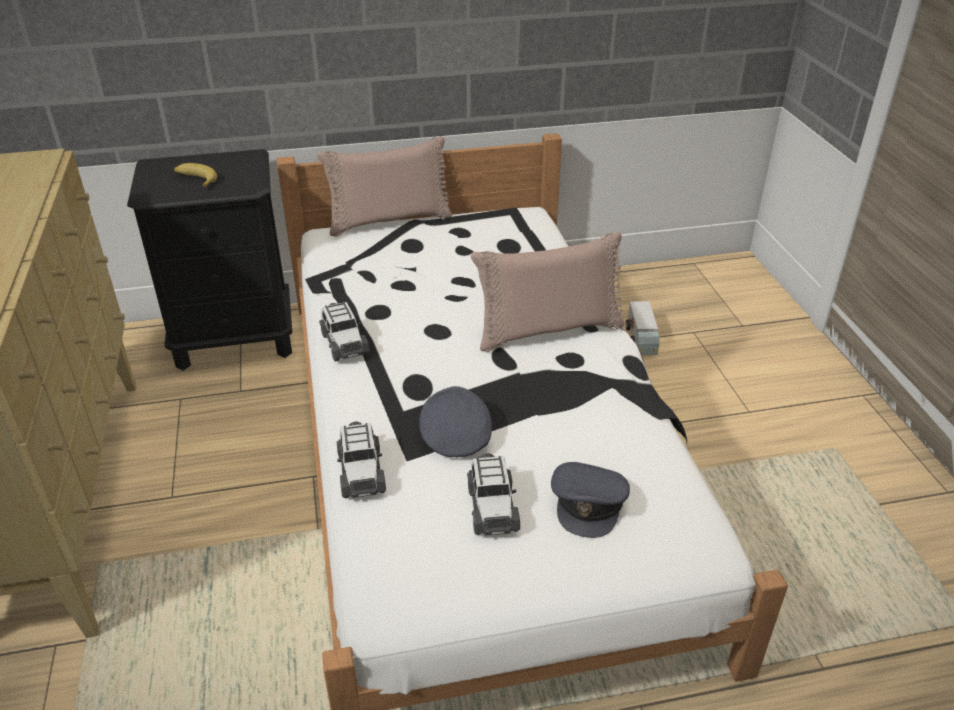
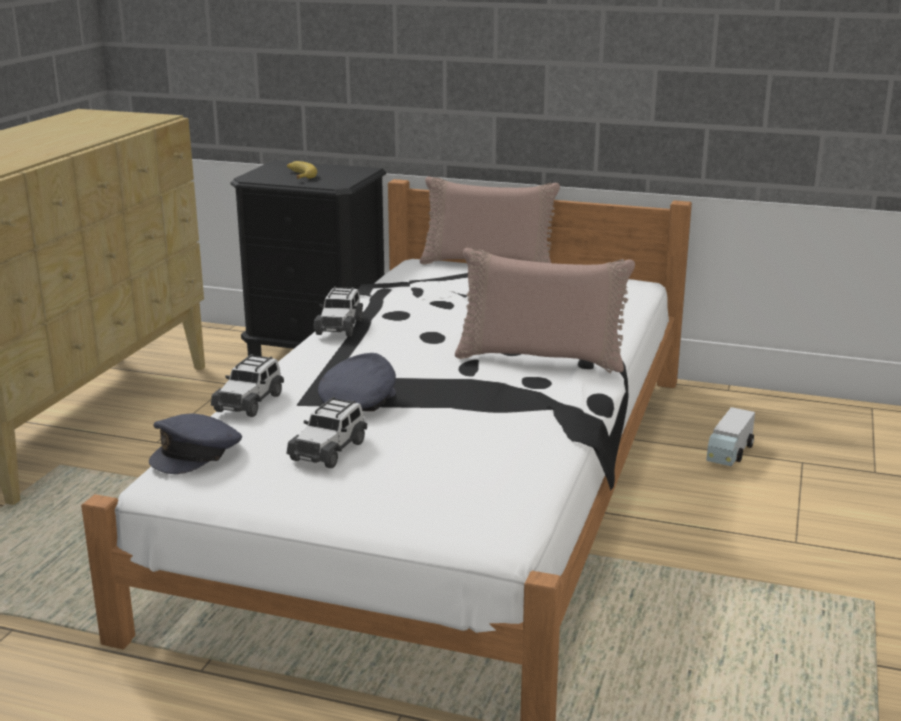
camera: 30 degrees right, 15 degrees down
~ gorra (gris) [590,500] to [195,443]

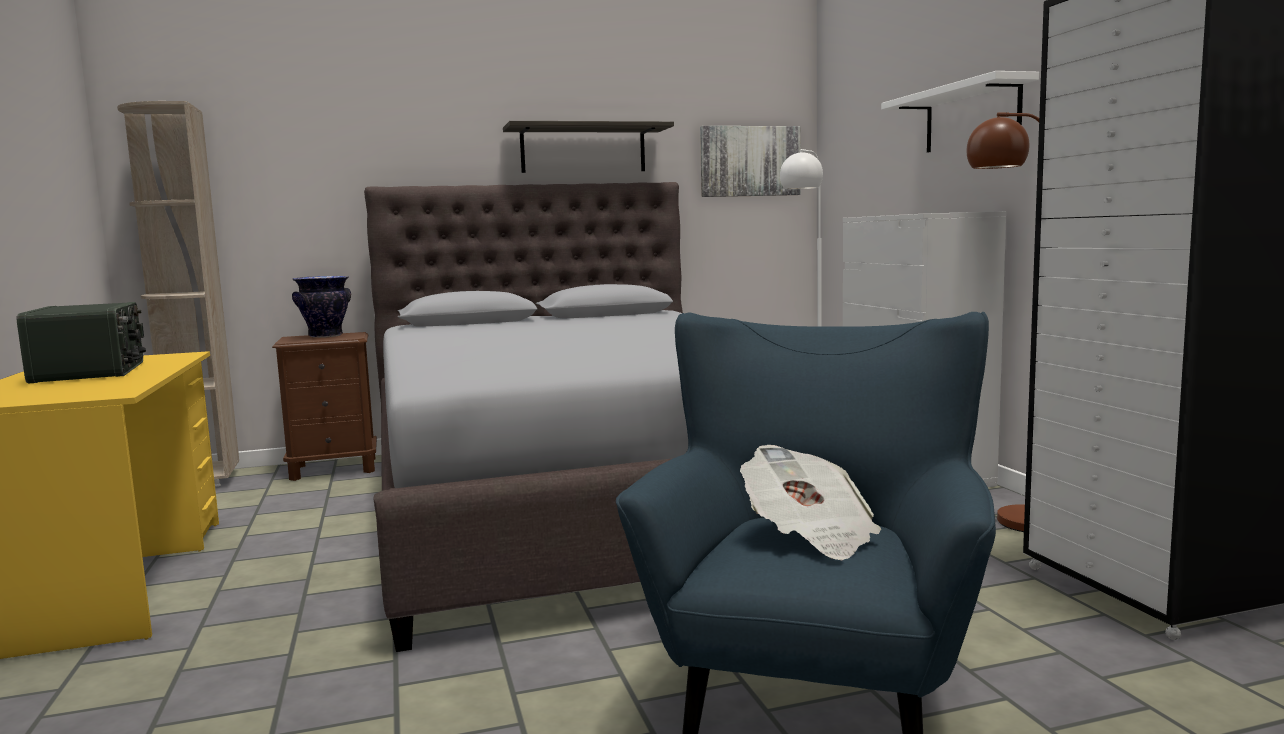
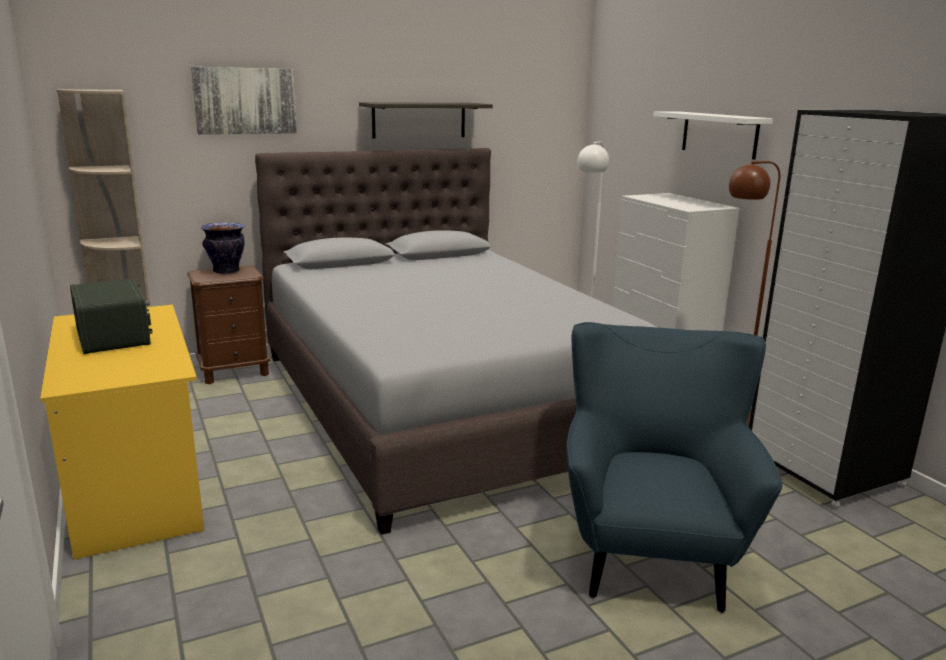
camera: 10 degrees left, 10 degrees up
~ cuadro [750,161] to [244,100]
- periódico [811,502]

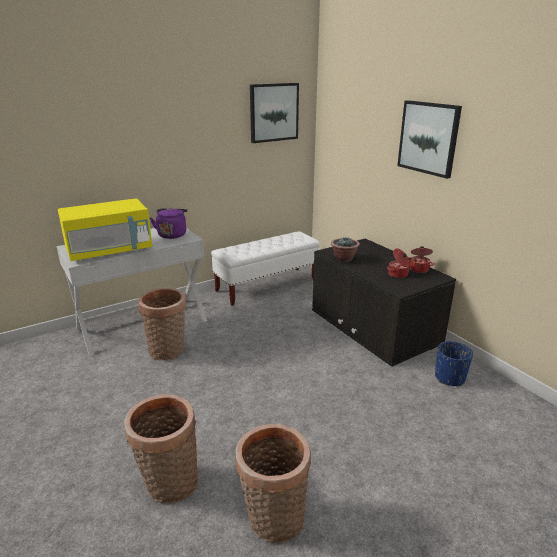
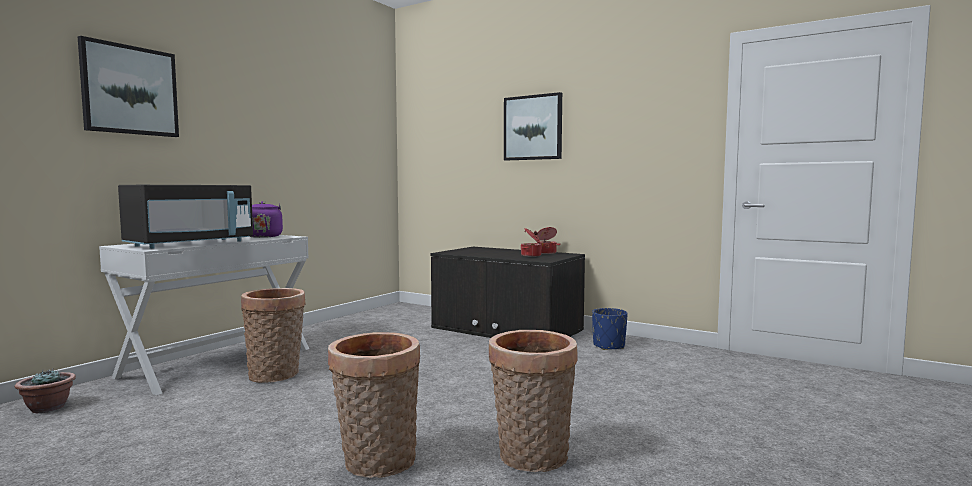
camera: 25 degrees left, 20 degrees down
~ cuadro [274,113] to [128,86]
~ microondas (amarillo) [105,229] to microondas (negro) [185,217]
- banco (blanco) [265,268]
~ planta en maceta [345,249] to [45,390]

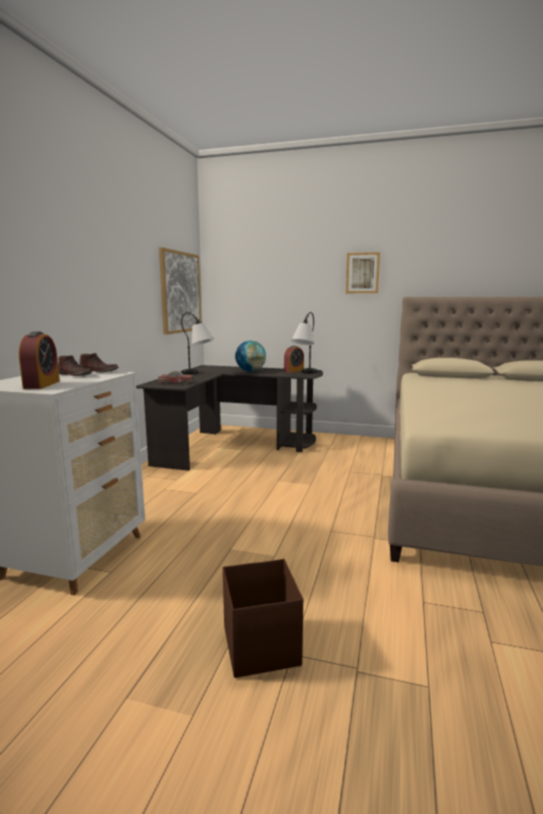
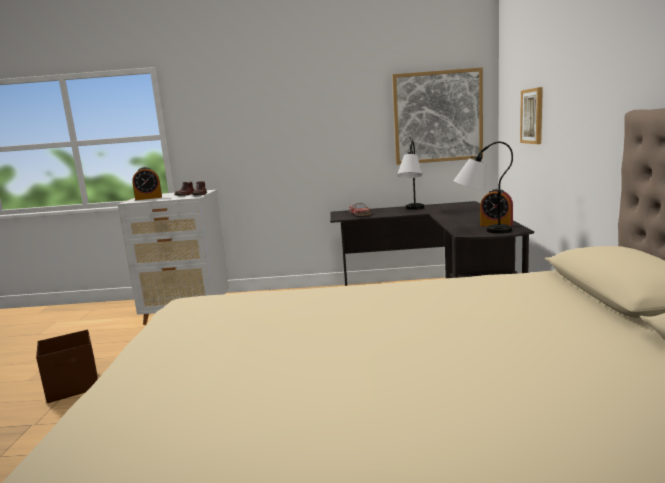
camera: 75 degrees right, 0 degrees up
~ cuadro [363,272] to [531,115]
- globo terráqueo [250,356]

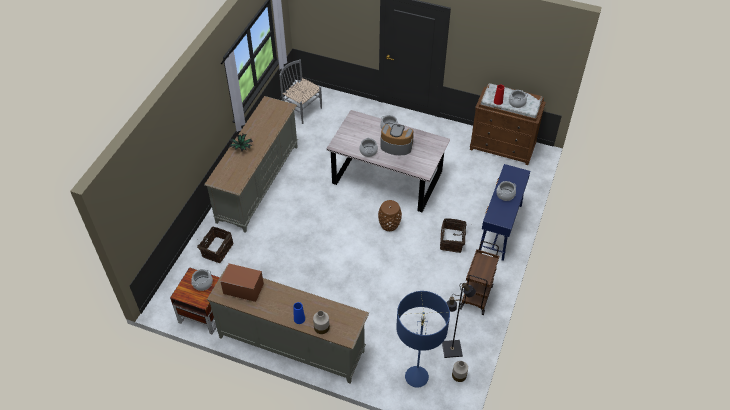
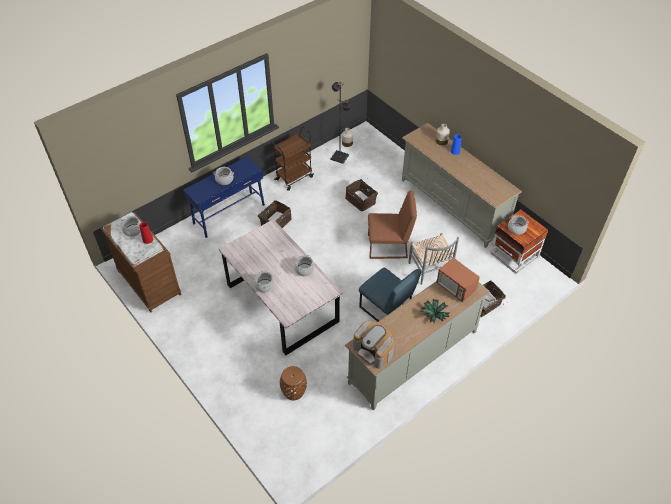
camera: 150 degrees left, 0 degrees up
~ silla (gris) [300,91] to [434,259]
~ cafetera [397,139] to [373,345]
~ taburete (marrón) [390,215] to [293,383]
~ microondas [242,282] to [458,280]
- lámpara de pie (azul) [423,339]
+ cesta [361,195]
+ silla (marrón) [392,224]
+ silla (azul) [390,295]

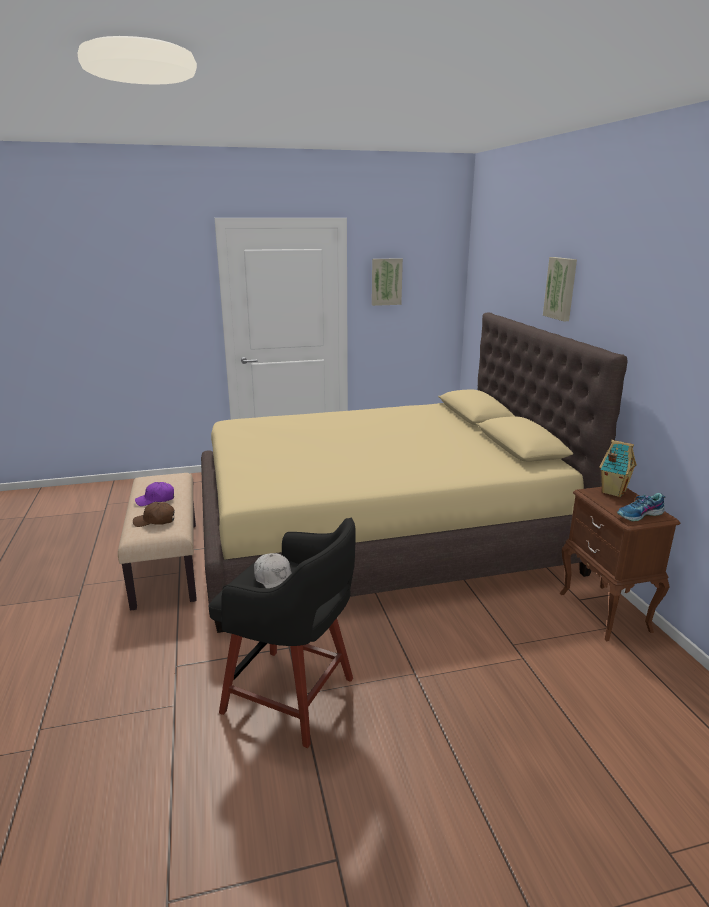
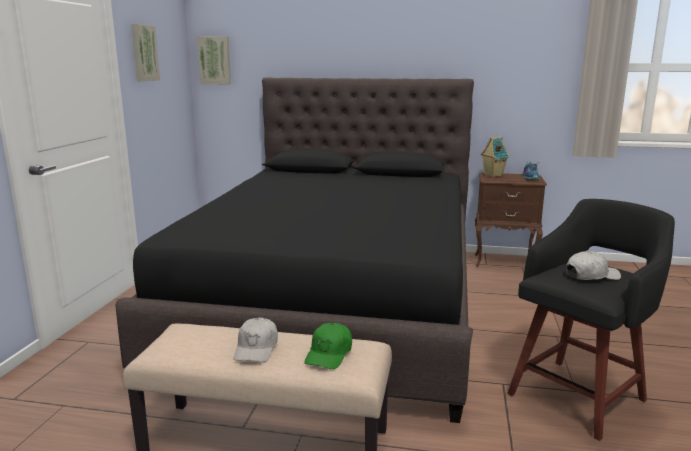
camera: 65 degrees left, 5 degrees down
~ cuadro [560,289] to [214,60]
~ cama (beis) [414,472] to cama (negro) [294,250]
~ gorra (morado) [154,494] to gorra (blanco) [256,340]
~ gorra (marrón) [154,514] to gorra (verde) [328,346]

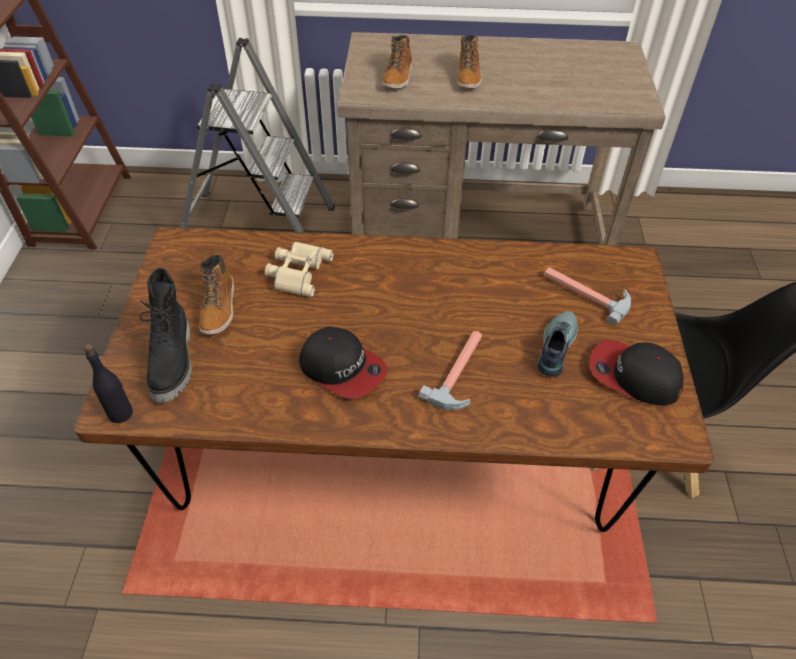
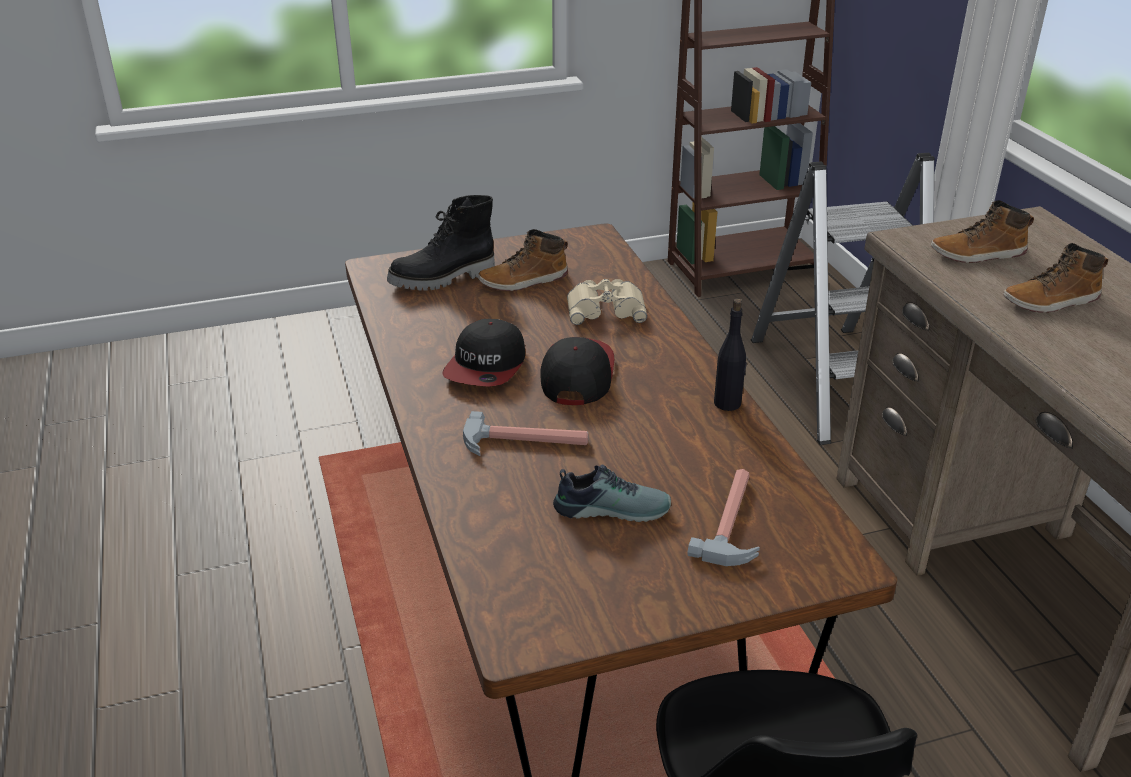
camera: 70 degrees right, 15 degrees down
~ gorra [636,373] to [577,371]
~ botella (negro) [108,383] to [730,355]

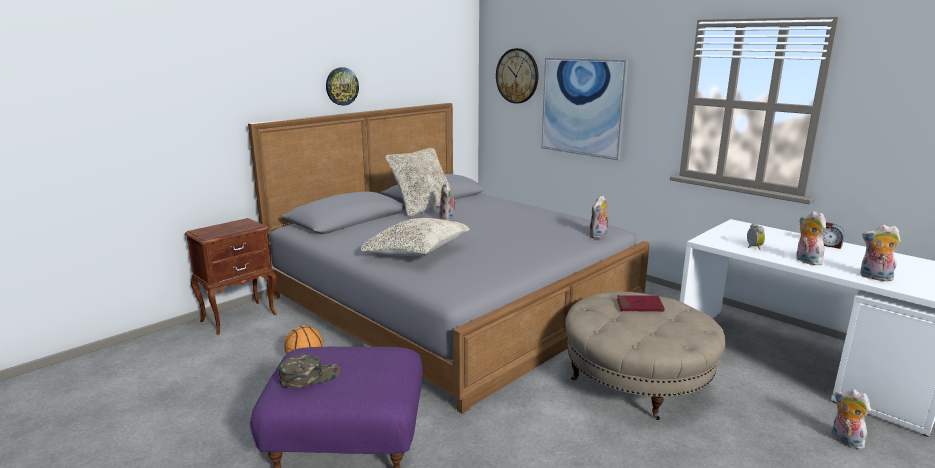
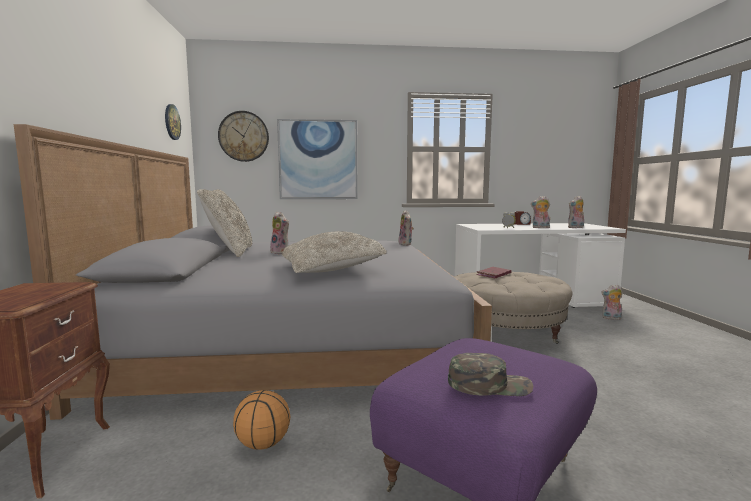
camera: 50 degrees left, 10 degrees down
~ reloj de pared [342,86] to [173,122]
~ gorra (verde) [309,371] = [490,374] 75 degrees clockwise

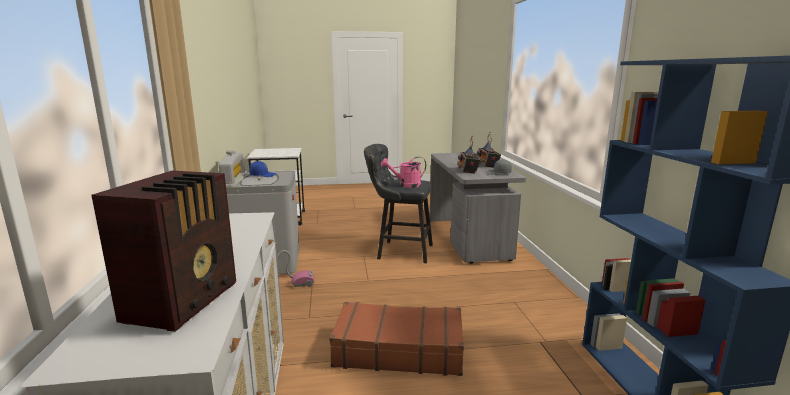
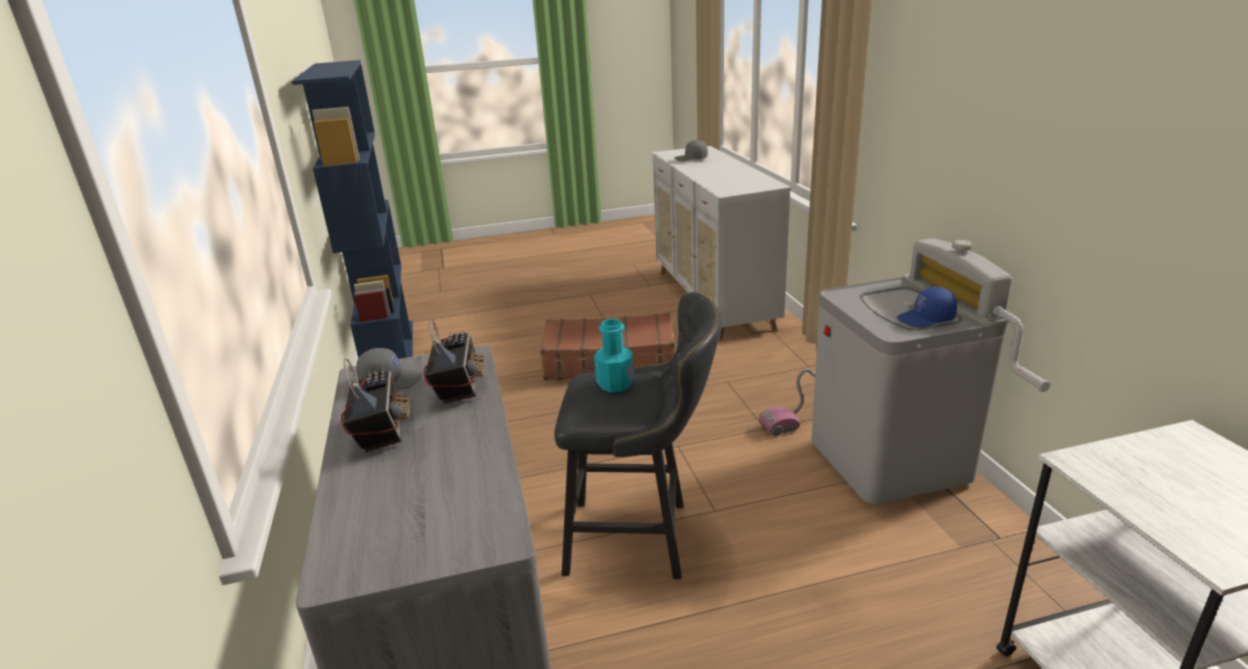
camera: 175 degrees right, 10 degrees up
~ regadera (rosa) [403,172] to botella (turquesa) [614,356]
~ radio [163,251] to gorra (gris) [691,151]

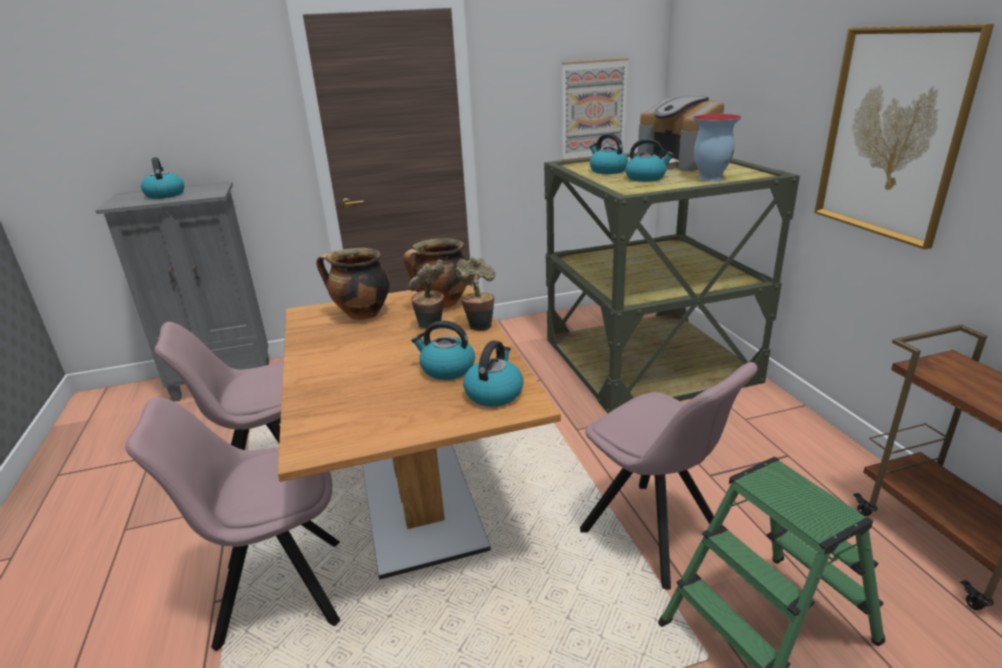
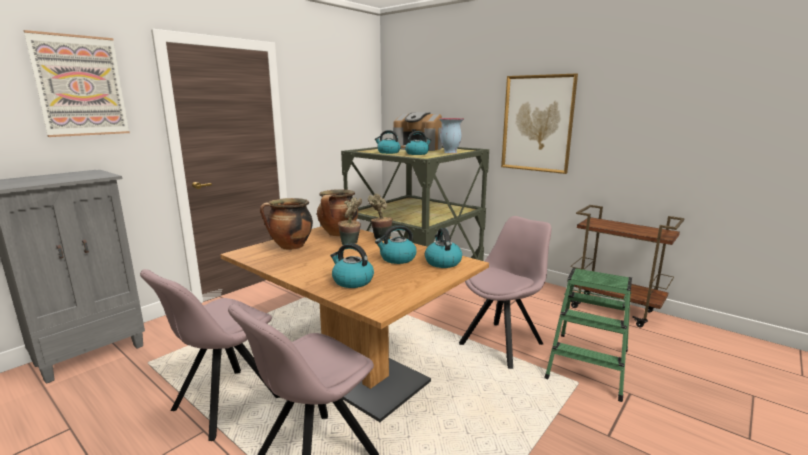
camera: 35 degrees left, 10 degrees down
~ cuadro [595,109] to [77,83]
~ hervidor [162,178] to [352,265]
~ silla (rosa) [669,476] = [505,292] 60 degrees counterclockwise

